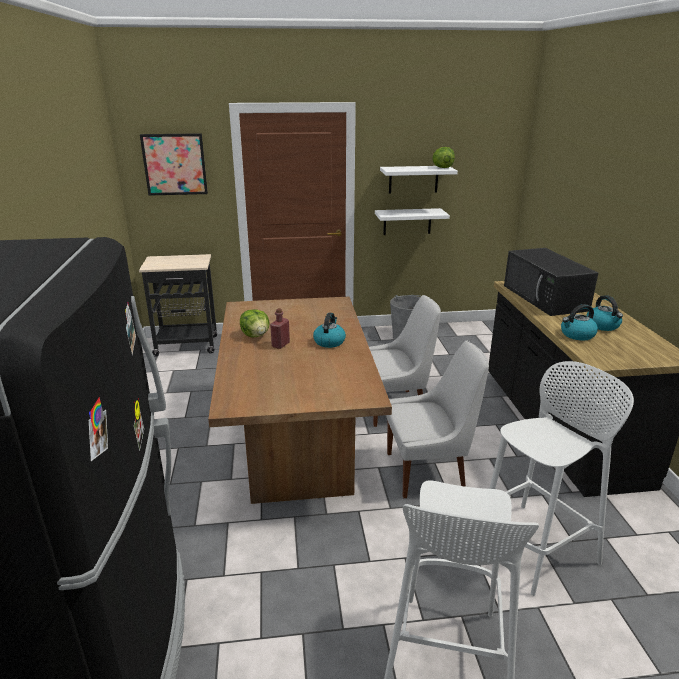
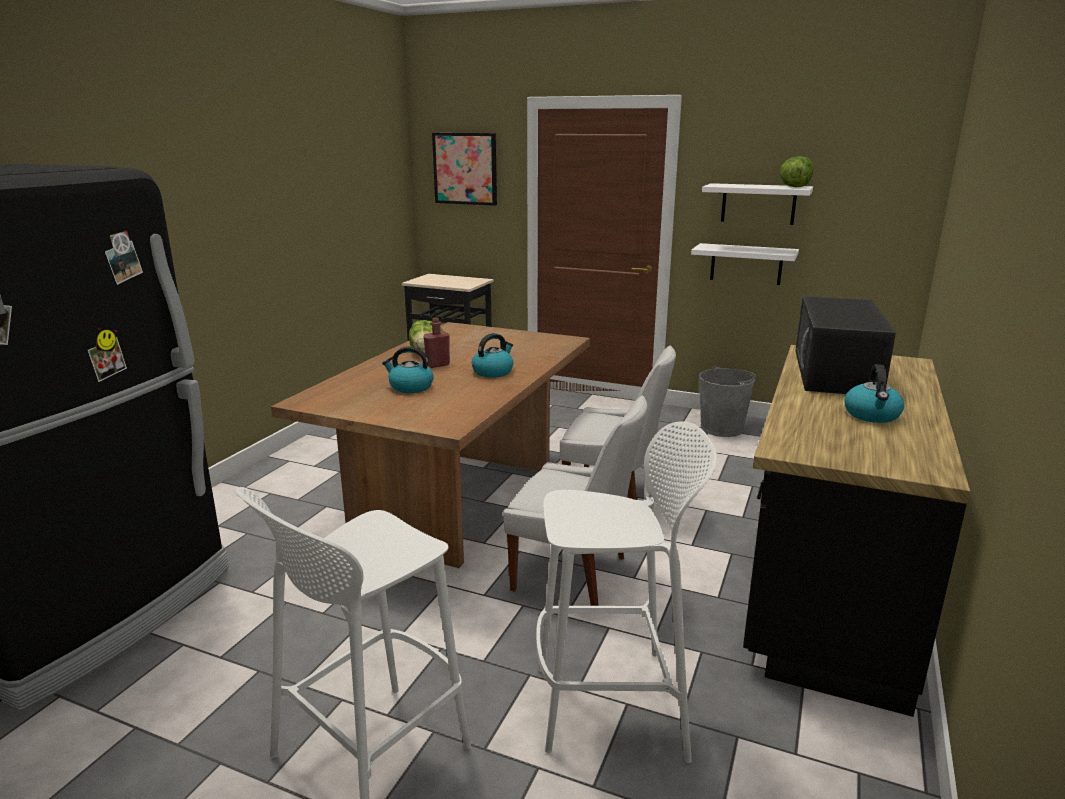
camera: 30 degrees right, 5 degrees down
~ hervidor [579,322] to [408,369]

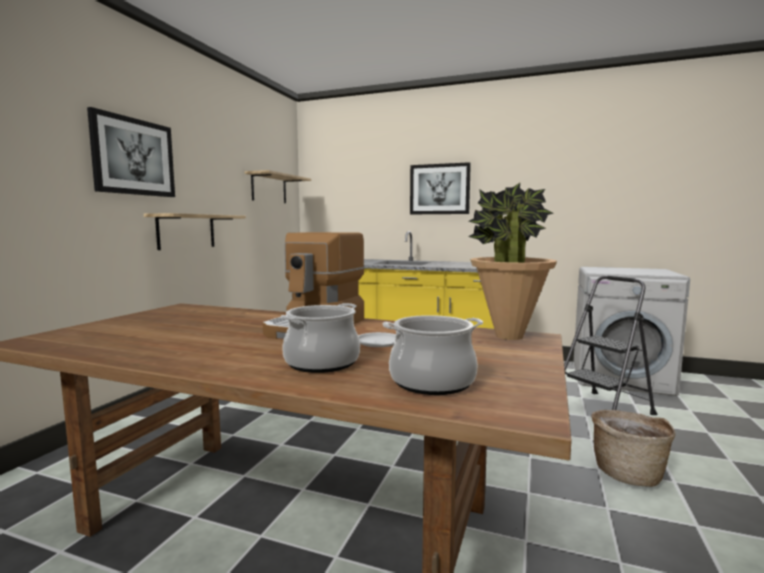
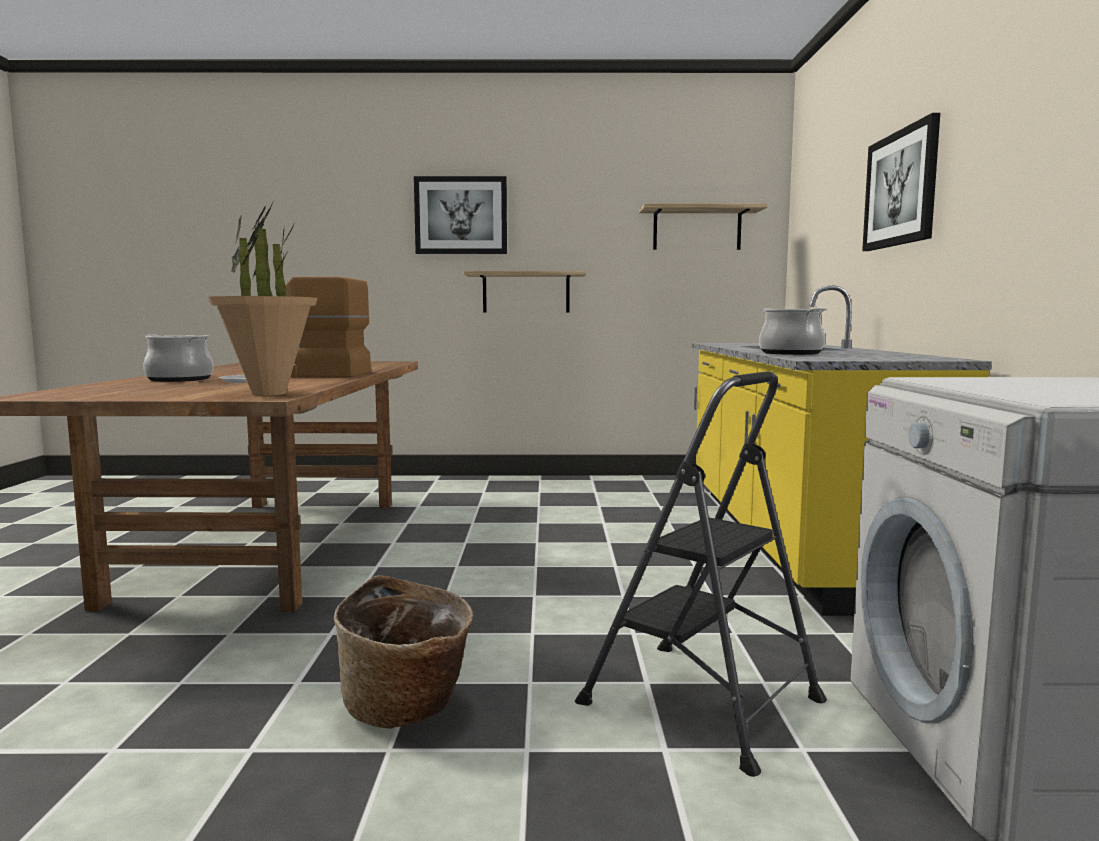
camera: 70 degrees right, 0 degrees up
~ olla [433,355] to [793,331]

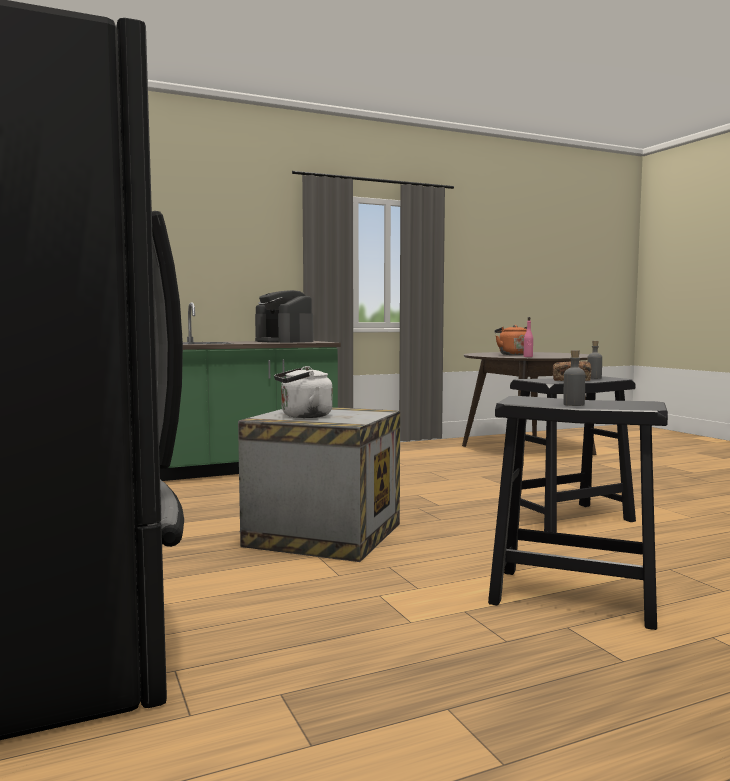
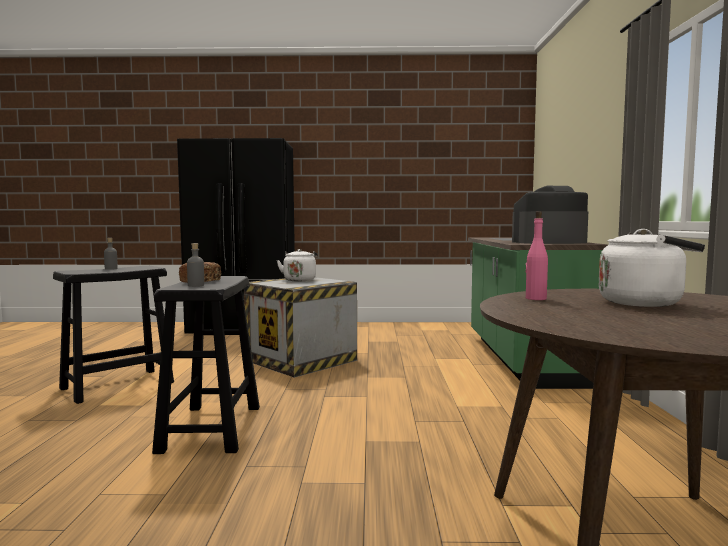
camera: 115 degrees right, 0 degrees up
~ hervidor (naranja) [511,340] to hervidor (blanco) [652,268]

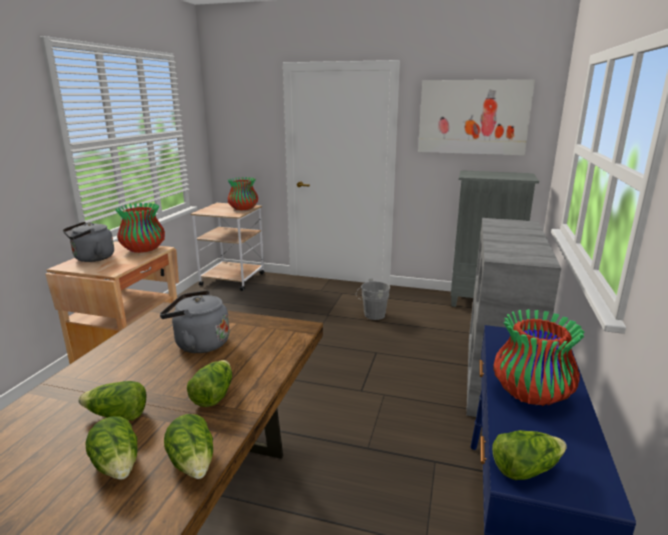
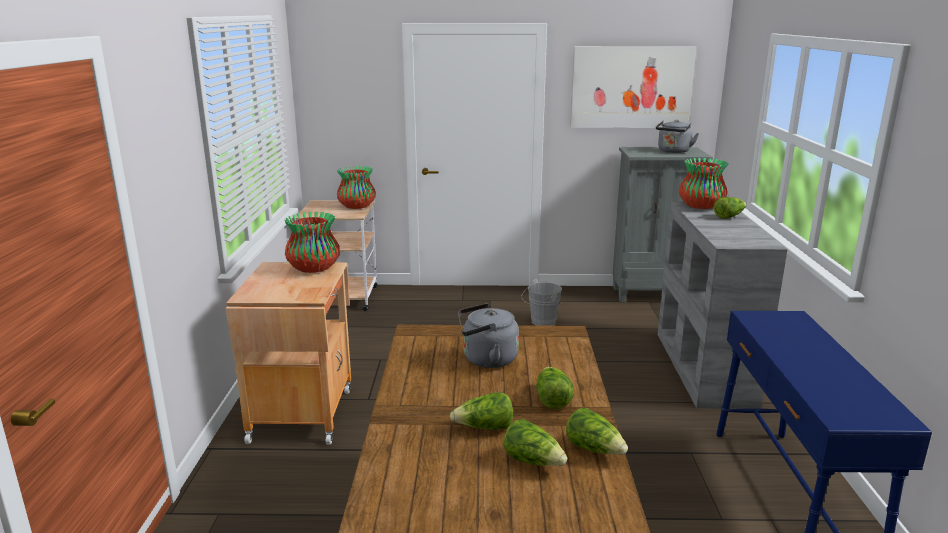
camera: 15 degrees left, 0 degrees up
~ hervidor (gris) [88,241] to [677,136]
~ florero [538,357] to [704,183]
~ lechuga [529,455] to [730,208]

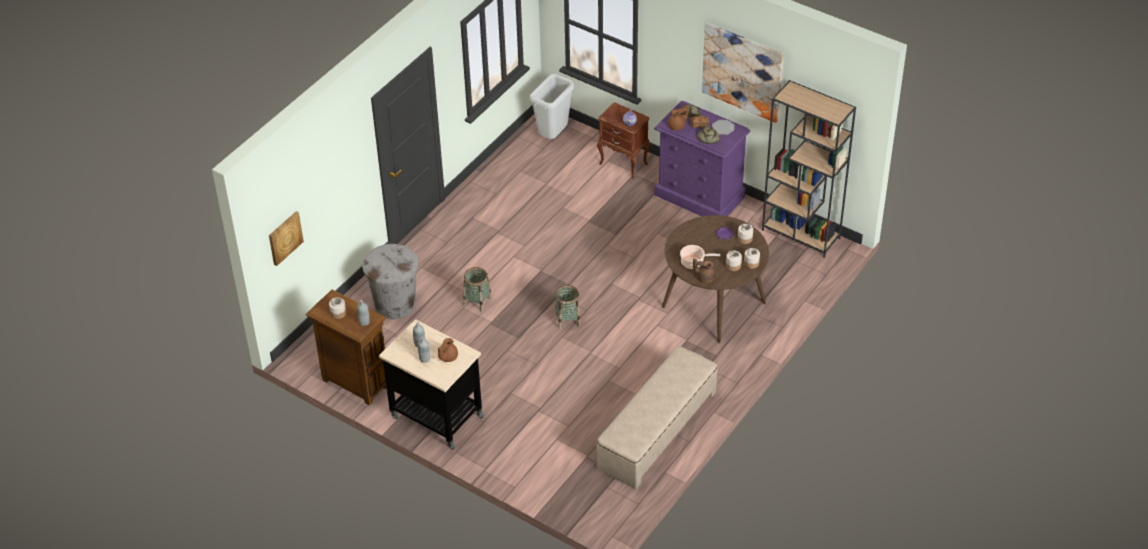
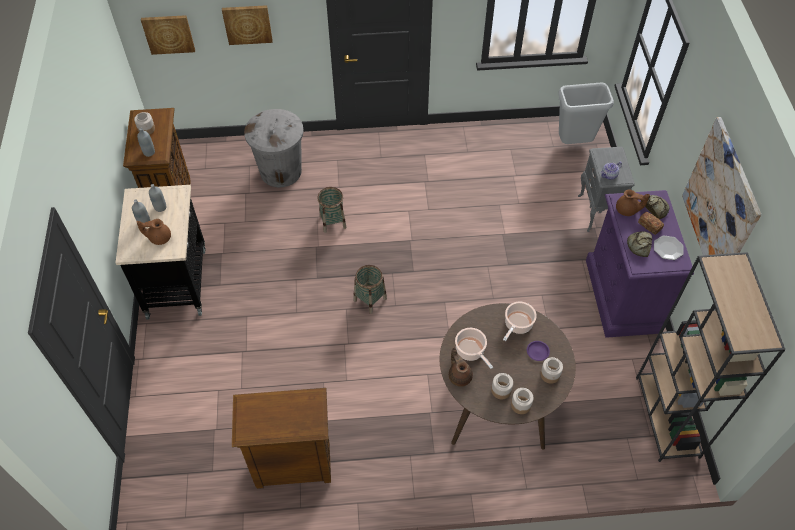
camera: 50 degrees right, 10 degrees up
~ mesita de noche (marrón) [624,141] to mesita de noche (gris) [606,189]
~ banco (beis) [657,417] to armario (marrón) [281,438]
+ cuadro [247,25]
+ olla [520,321]

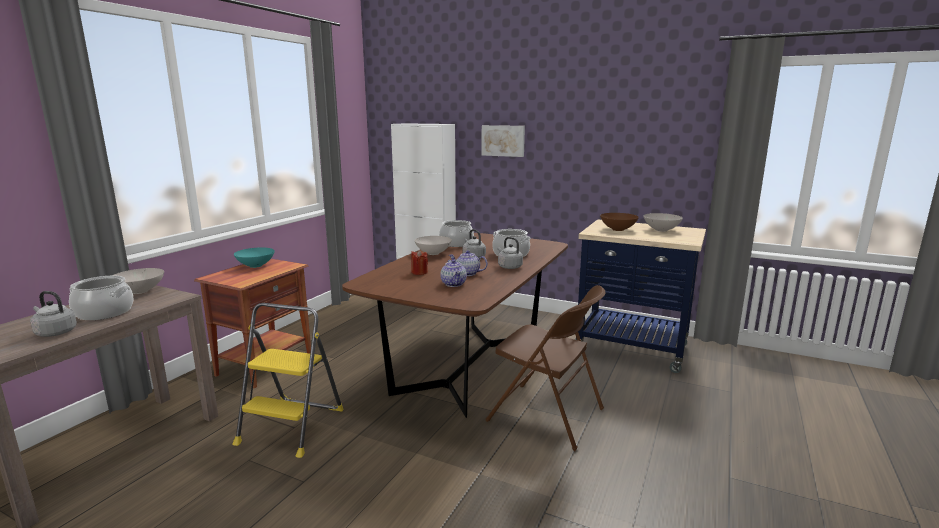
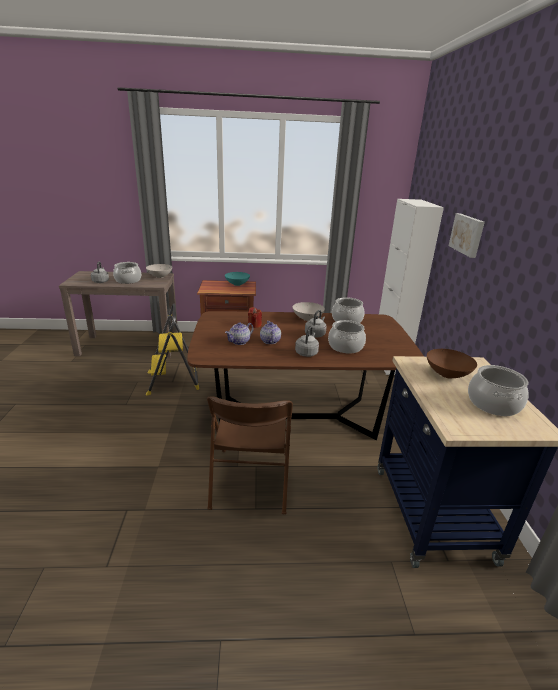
camera: 60 degrees right, 10 degrees up
~ cuenco (blanco) [663,222] to olla [498,390]

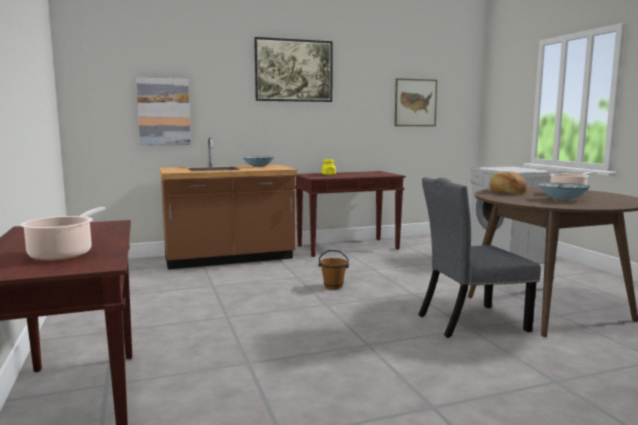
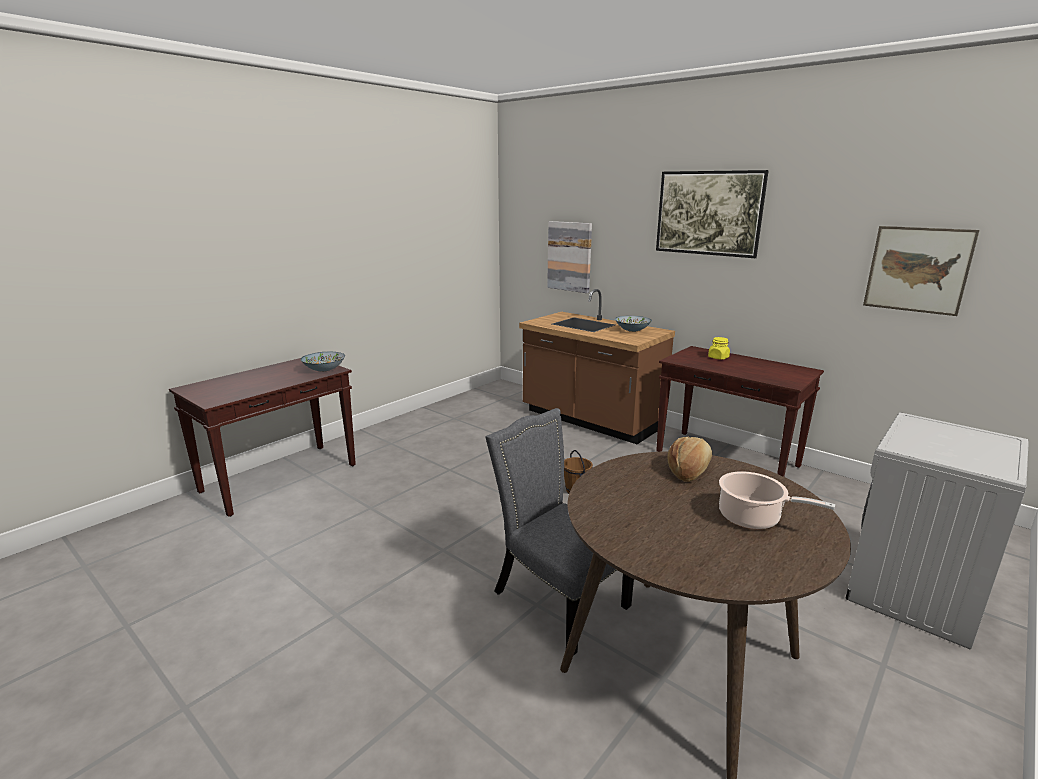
camera: 60 degrees right, 10 degrees up
~ cuenco [564,192] to [322,362]
- olla [62,234]

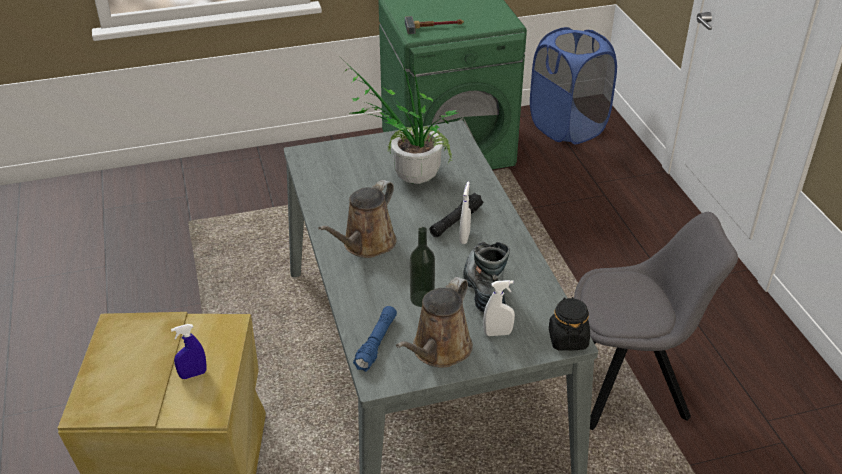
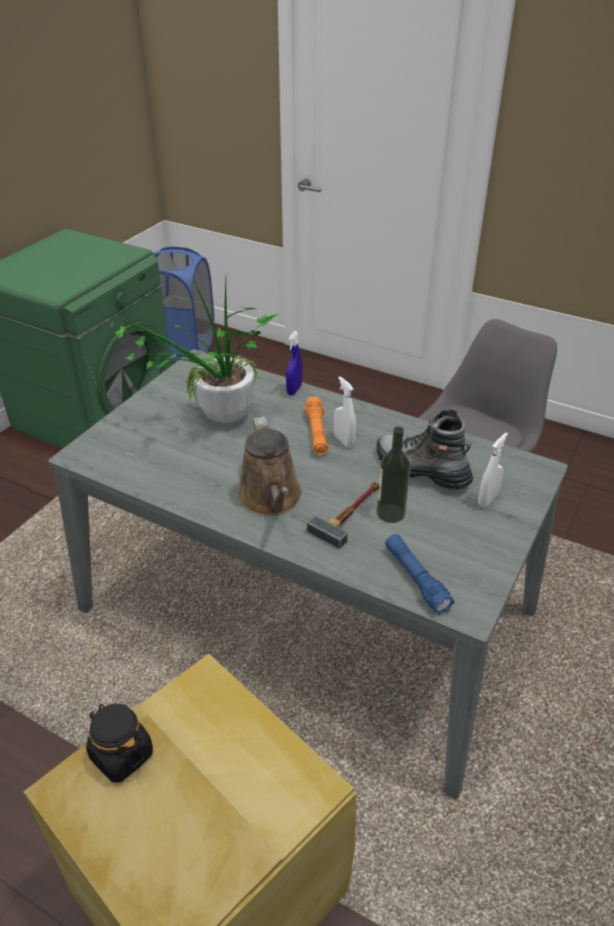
camera: 45 degrees left, 0 degrees up
~ martillo [434,25] to [343,515]
~ linterna (negro) [456,215] to linterna (naranja) [316,425]
- regadera (marrón) [434,322]
~ tarro (negro) [569,324] to [119,743]
~ pulverizador (azul) [189,351] to [294,363]

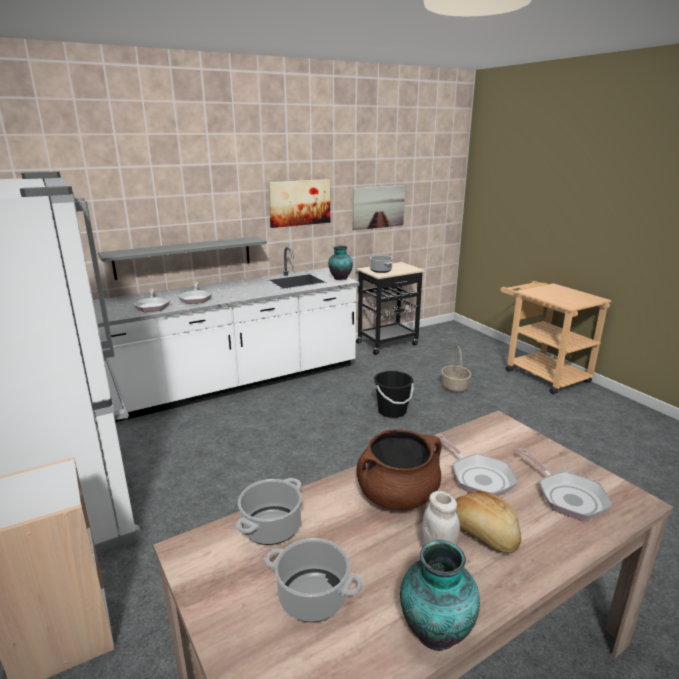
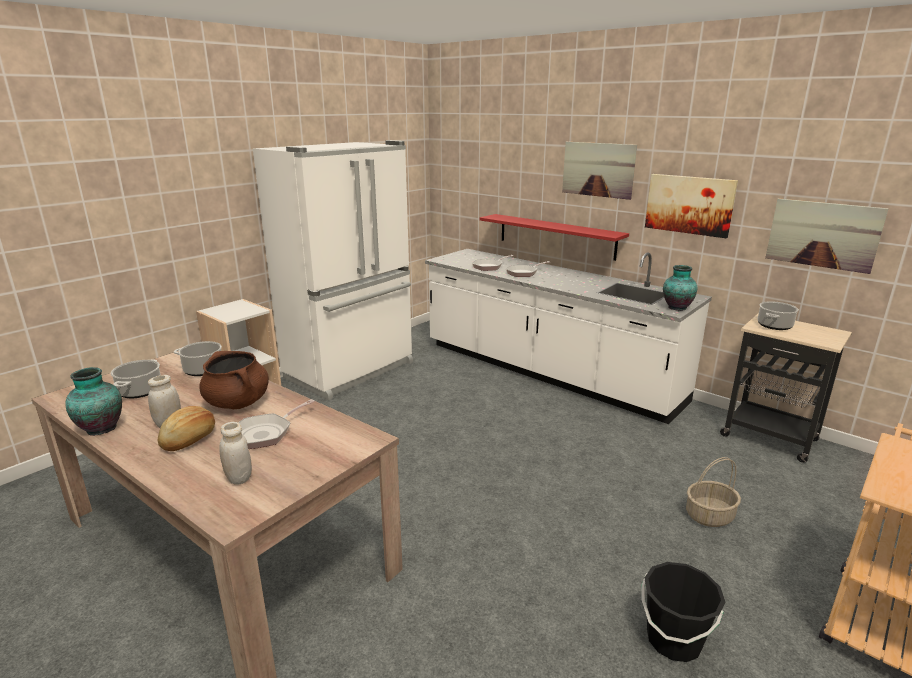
camera: 70 degrees right, 0 degrees up
~ estante (gris) [182,258] to estante (rojo) [554,237]
~ cubo (negro) [394,394] to [683,612]
~ sartén [565,484] to tarro (blanco) [235,453]
+ cuadro [599,171]

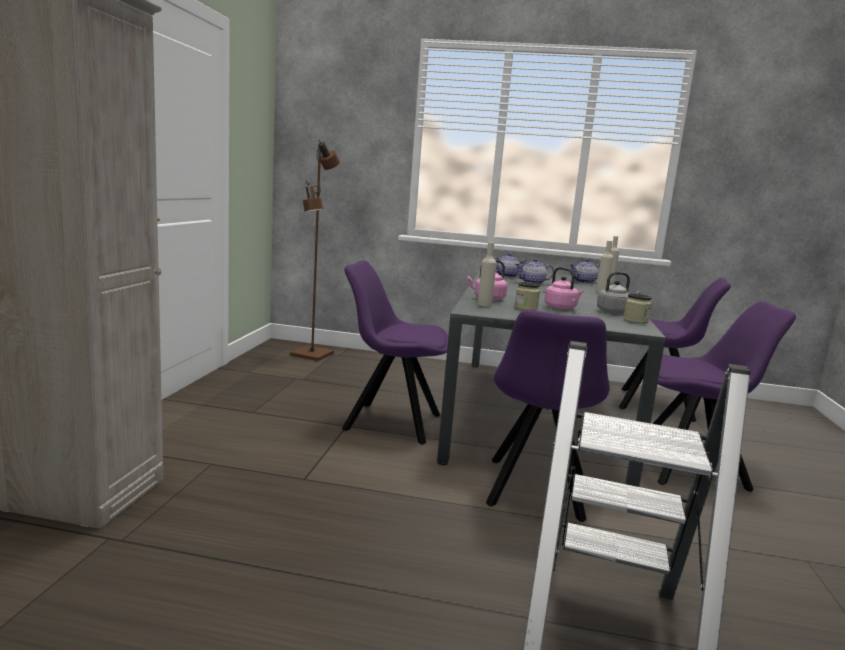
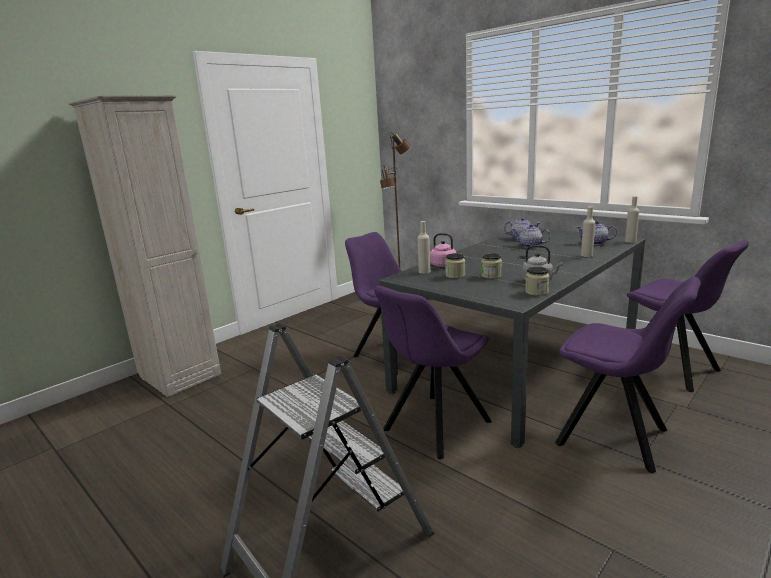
camera: 35 degrees right, 5 degrees up
~ hervidor (rosa) [564,288] to tarro [491,266]

